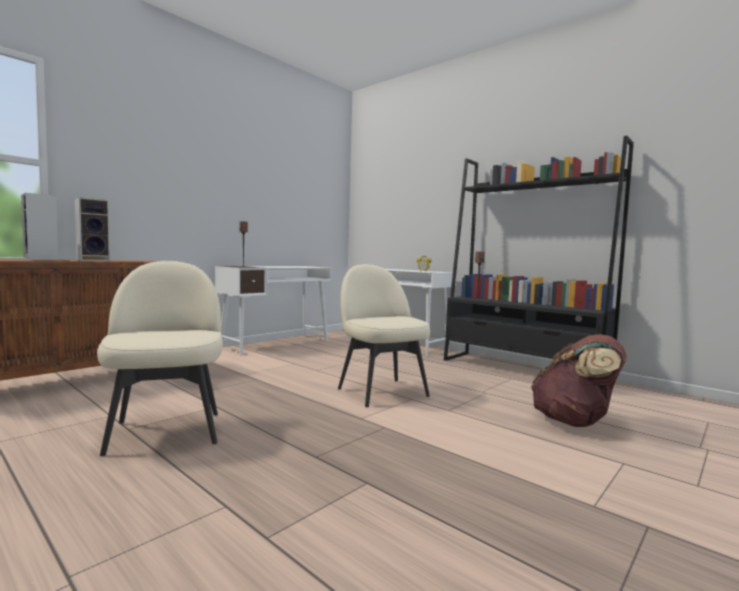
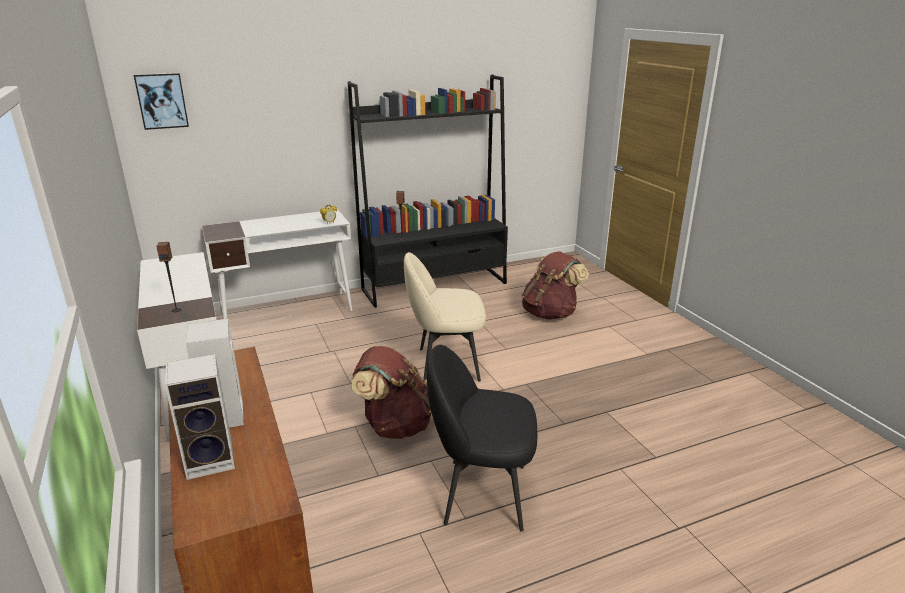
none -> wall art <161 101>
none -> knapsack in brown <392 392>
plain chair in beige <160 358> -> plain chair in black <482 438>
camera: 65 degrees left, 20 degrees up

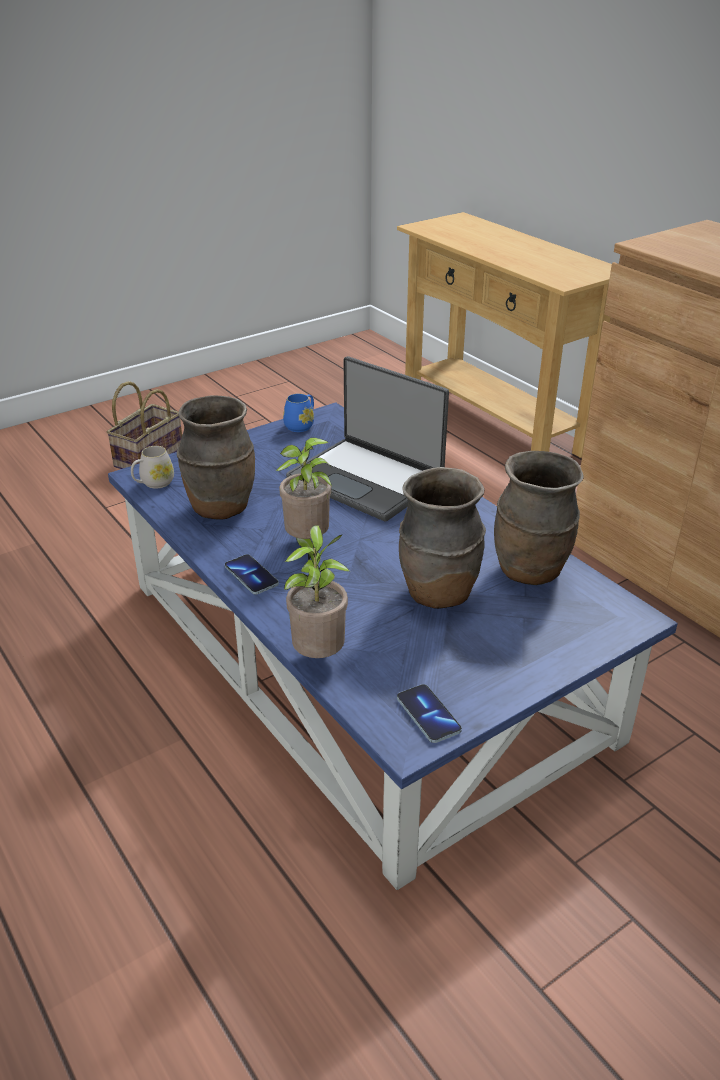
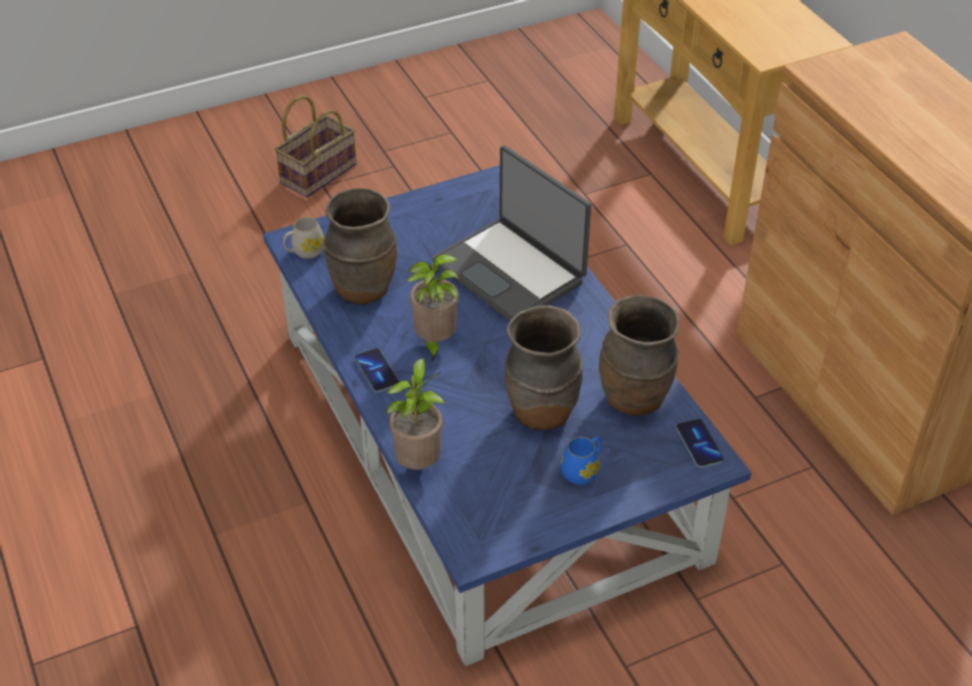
tea mug in blue-coloured <298 412> -> tea mug in blue-coloured <581 460>, moved
handset <429 713> -> handset <700 443>, moved
camera: 10 degrees right, 10 degrees up

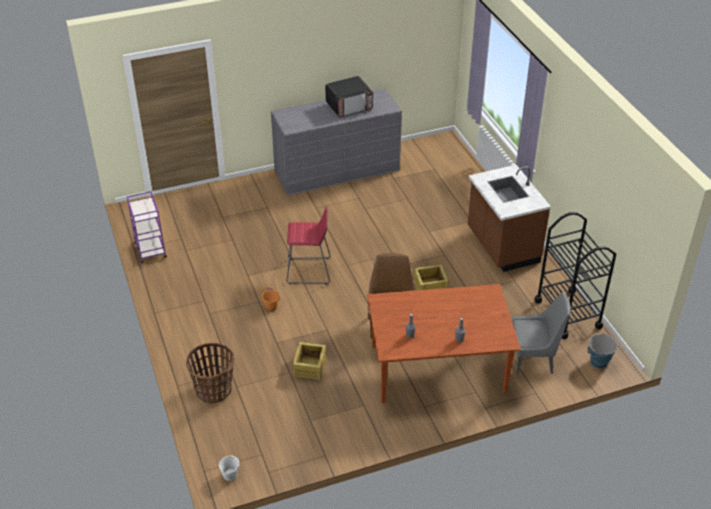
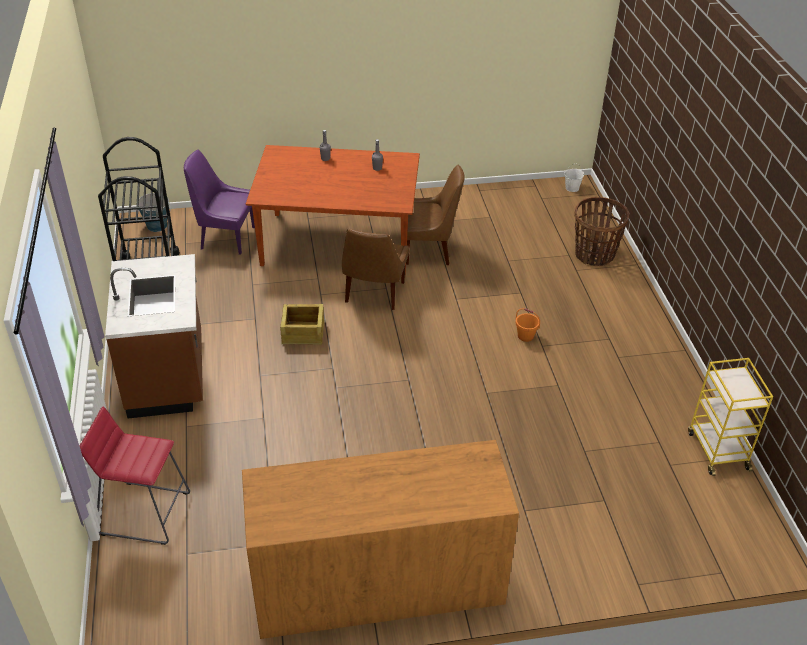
crate <309 361> -> none
kitchen microwave <349 96> -> none
none -> plain chair in brown <435 215>
stool in red-coloured <309 246> -> stool in red-coloured <135 476>, moved
trolley in purple <146 227> -> trolley in yellowish <730 417>
drawer chest in greyish <336 141> -> drawer chest in brown <380 539>
plain chair in greyish <541 333> -> plain chair in purple <219 202>
camera: 170 degrees left, 0 degrees up

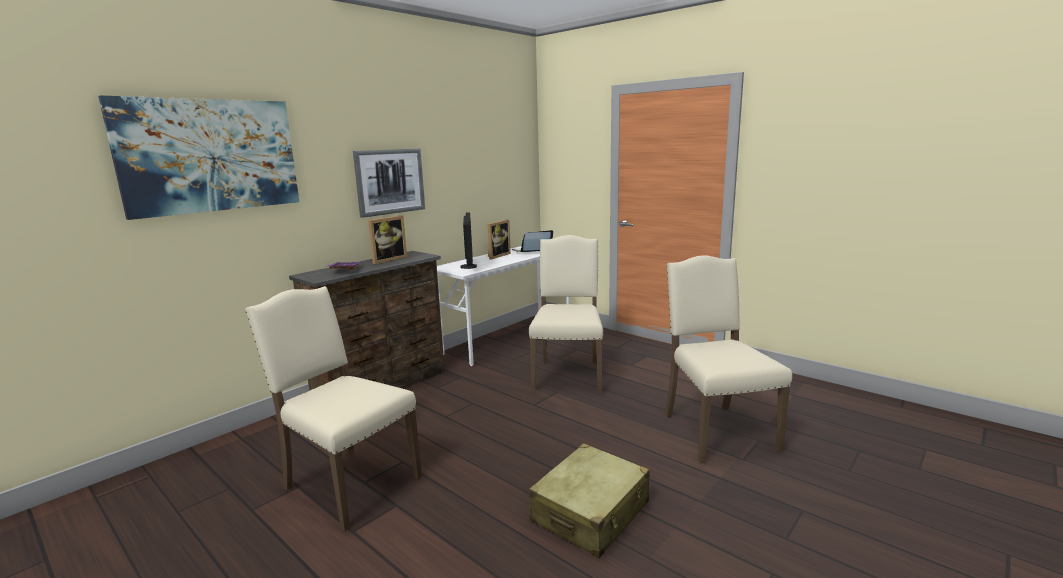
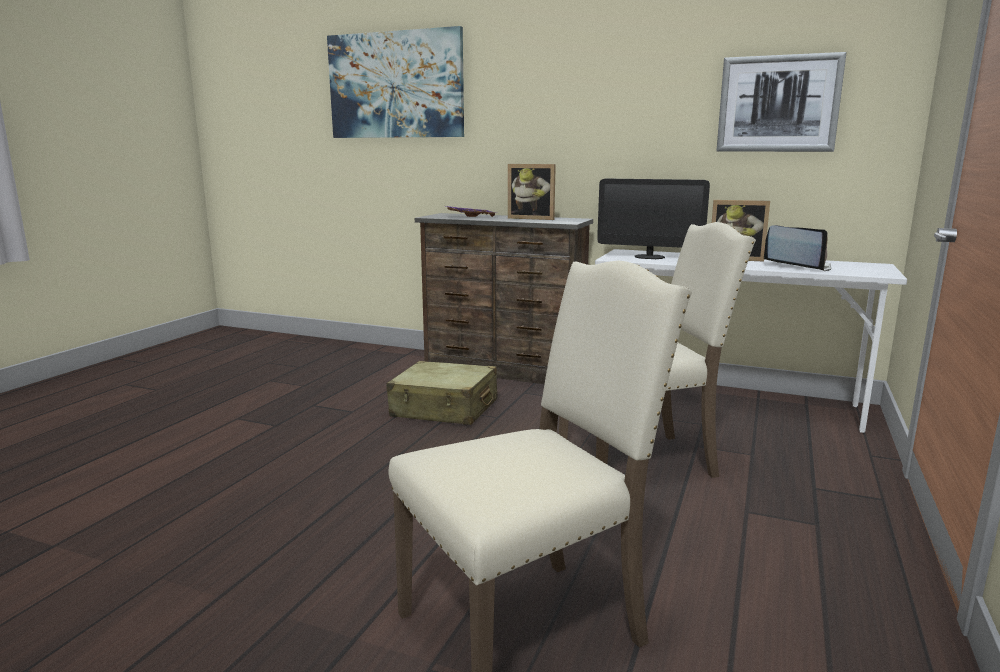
plain chair in beige <333 408> -> none
wall art <389 183> -> wall art <781 102>, moved
piece of luggage in beige <589 500> -> piece of luggage in beige <441 393>, moved
computer screen <469 240> -> computer screen <653 218>, 45 degrees clockwise
camera: 70 degrees right, 0 degrees up

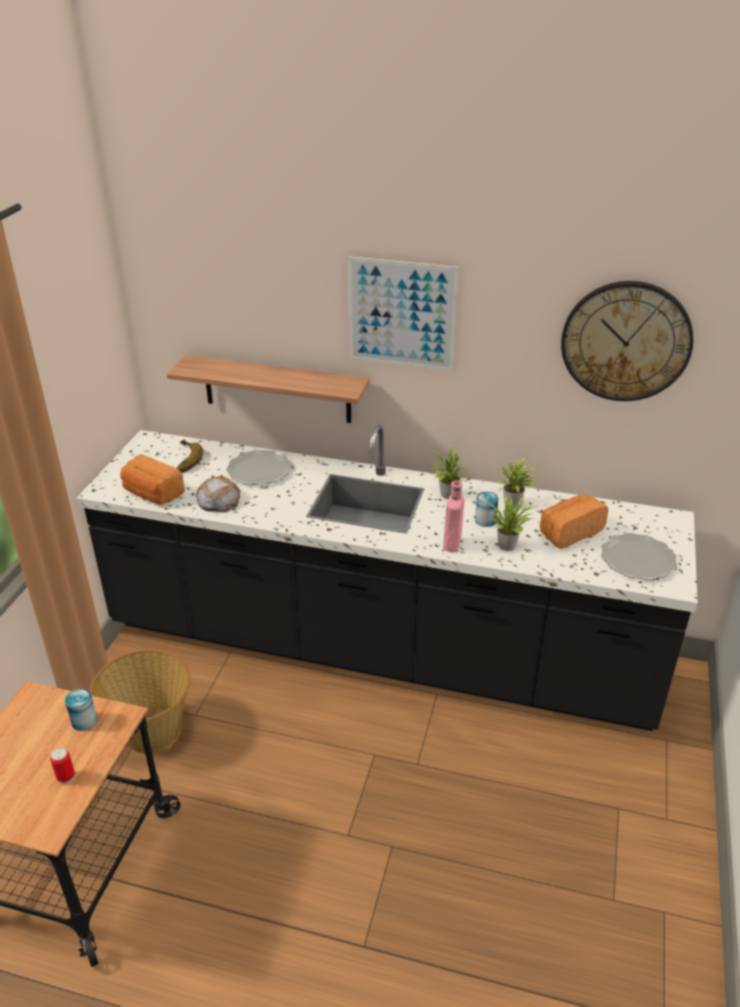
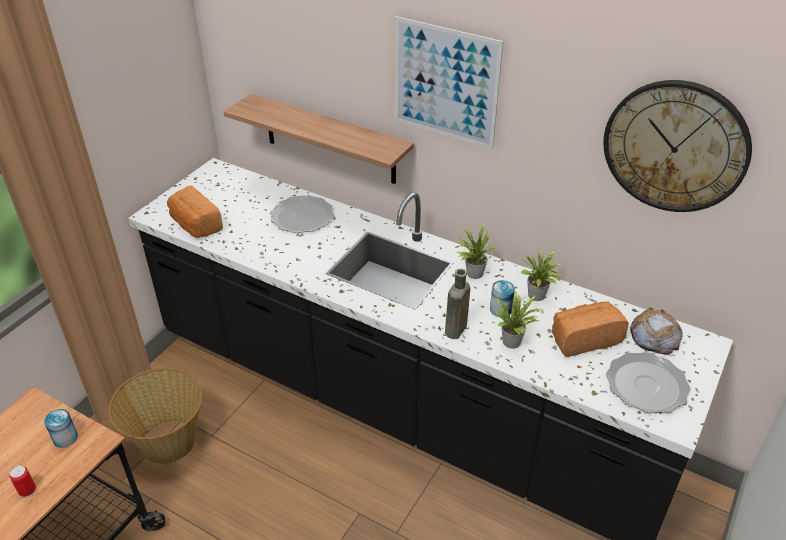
banana fruit <189 456> -> none
bakery bread <217 493> -> bakery bread <656 331>, moved
beverage bottle in pink <453 516> -> beverage bottle in brown <457 304>
camera: 15 degrees right, 5 degrees up

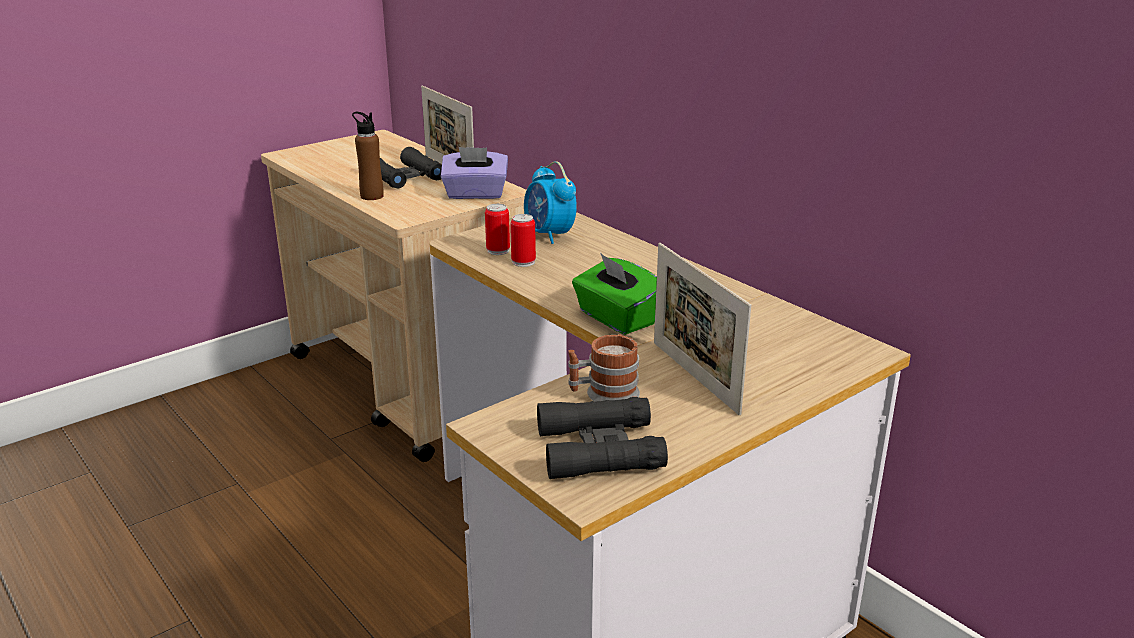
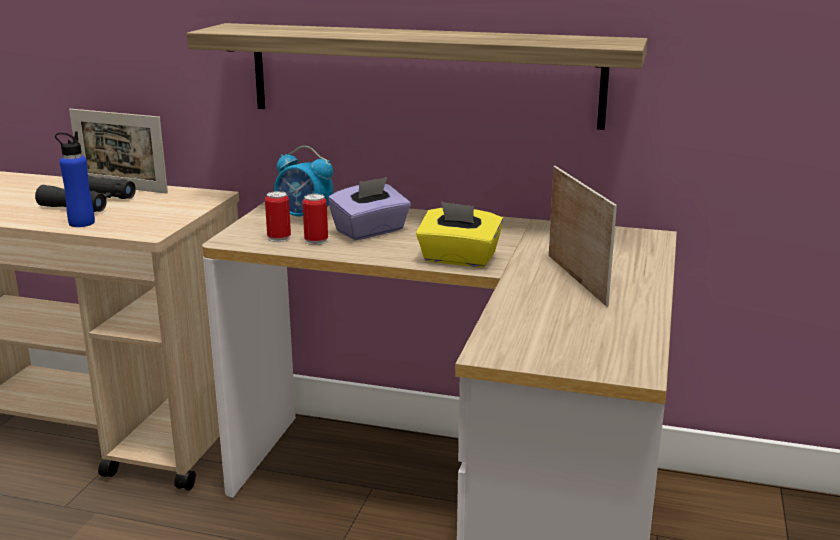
binoculars in black <602 438> -> none
tea mug <604 367> -> none
none -> wall shelf <417 76>
tissue holder in purple <474 173> -> tissue holder in purple <369 208>, moved
beverage bottle in brown <368 156> -> beverage bottle in blue-coloured <75 179>
tissue holder in green <614 294> -> tissue holder in yellowish <459 234>
picture frame <702 329> -> picture frame <583 236>, 135 degrees counterclockwise
camera: 35 degrees left, 5 degrees down

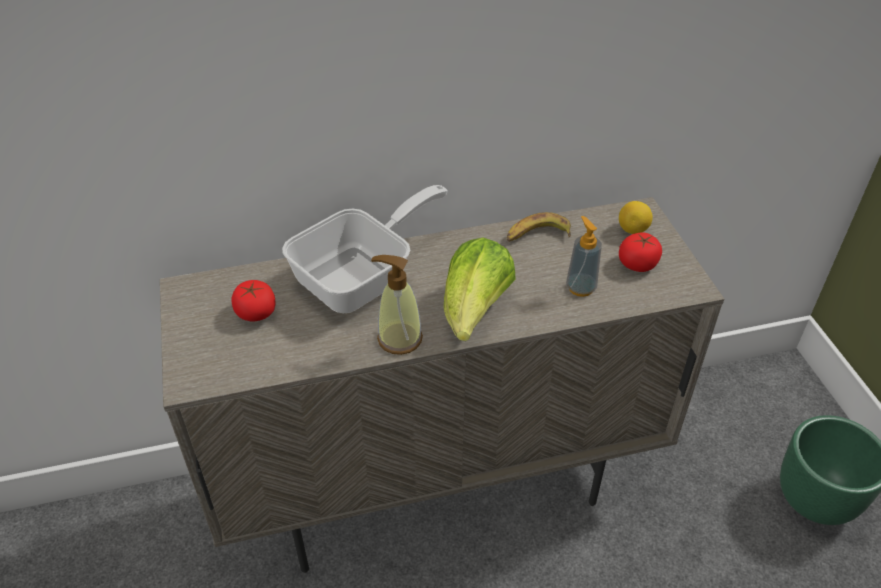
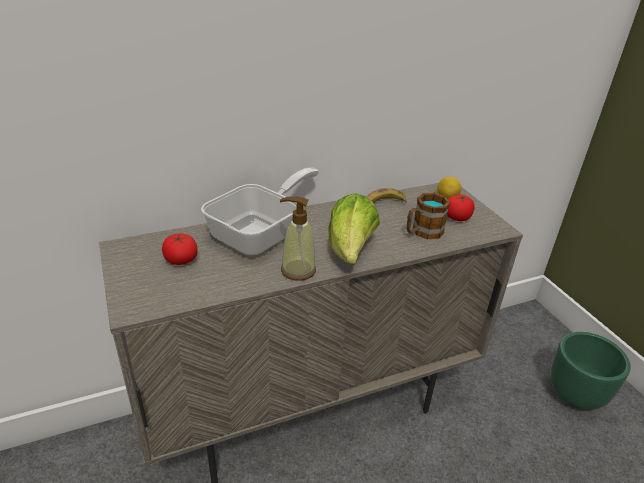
soap dispenser <584 256> -> tea mug <428 216>
camera: 10 degrees left, 10 degrees down

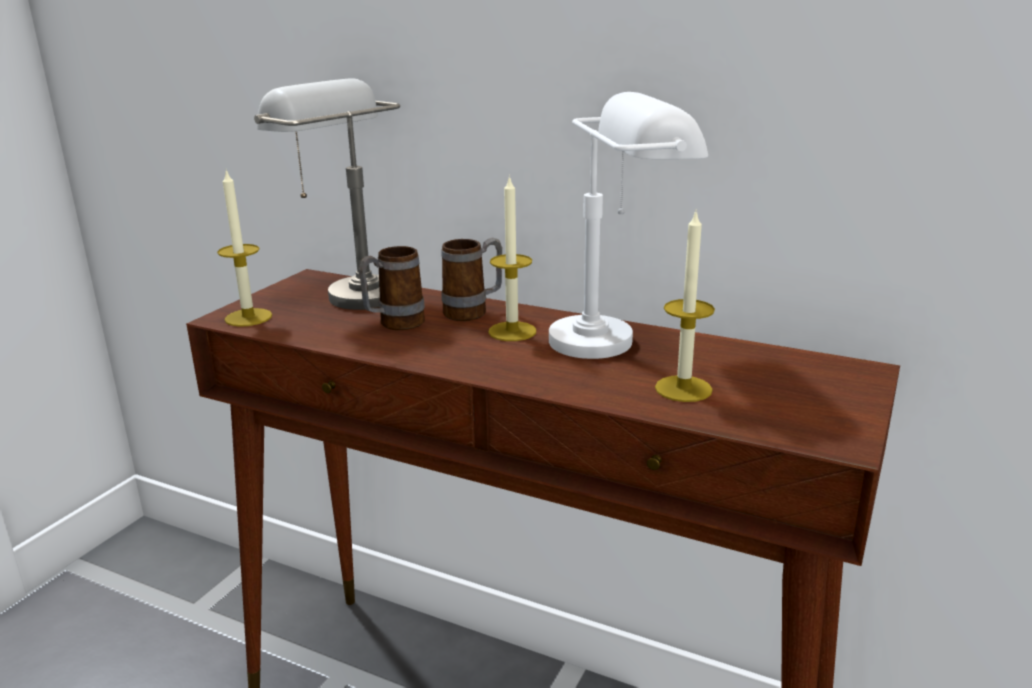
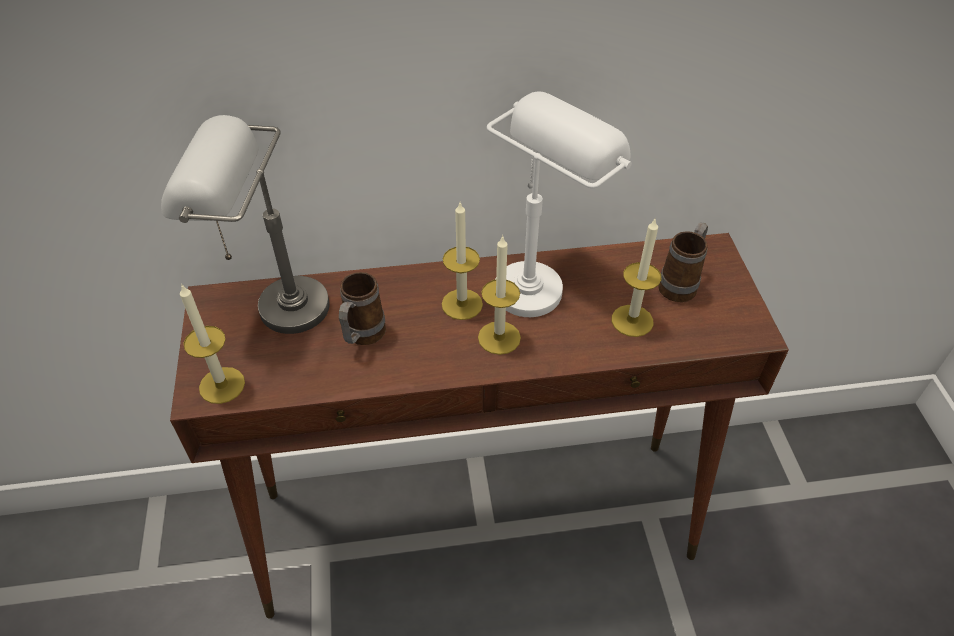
none -> candle <499 295>
tea mug <471 279> -> tea mug <683 262>, moved
camera: 35 degrees left, 25 degrees up

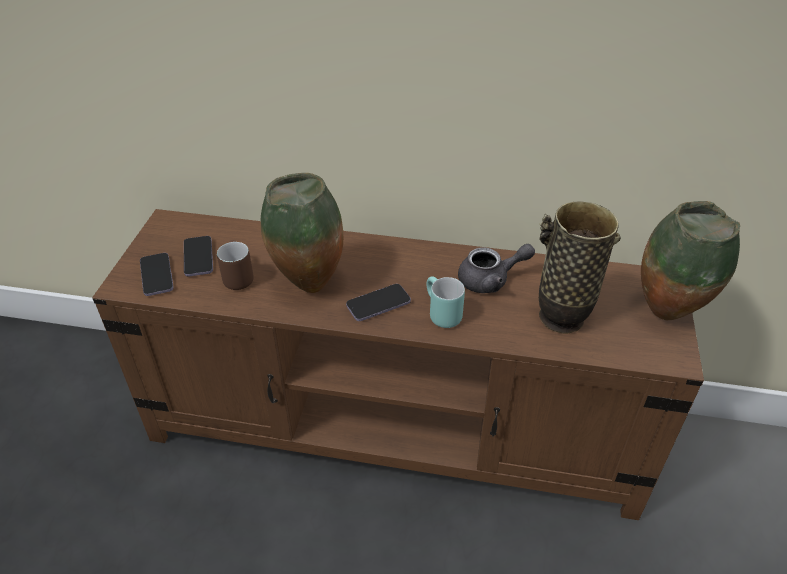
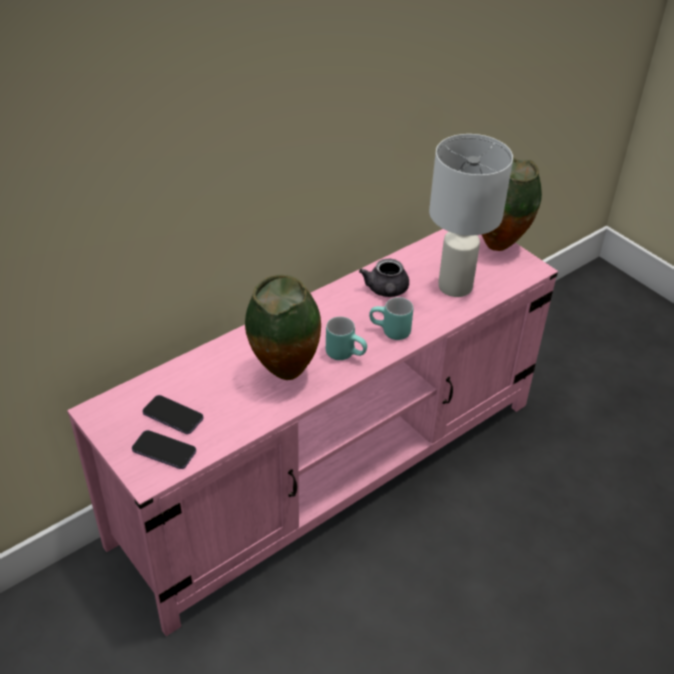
tea mug in brown <235 265> -> none
handset <378 302> -> tea mug in turquoise-coloured <346 338>
vase <579 267> -> table lamp in white-coloured <471 215>
media console in brown <398 364> -> media console in pink <312 432>
teapot in greyish <496 268> -> teapot in greyish <384 278>, 150 degrees clockwise
camera: 50 degrees left, 0 degrees up

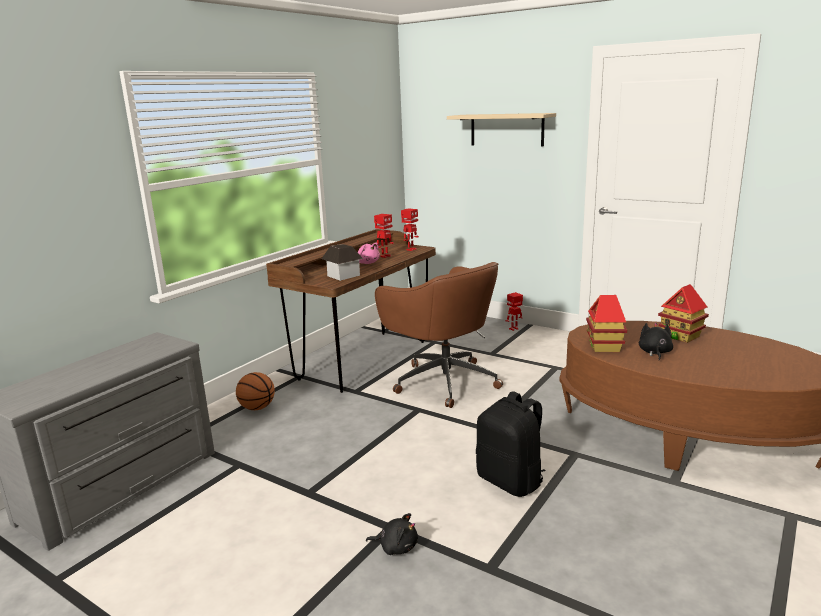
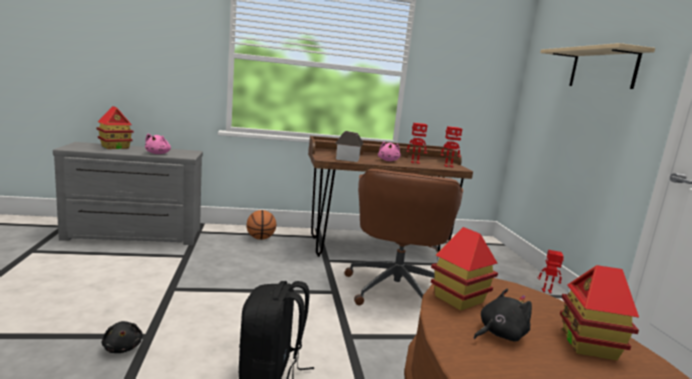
none -> miniature house <115 127>
none -> plush toy in pink <158 143>
camera: 45 degrees right, 5 degrees down

